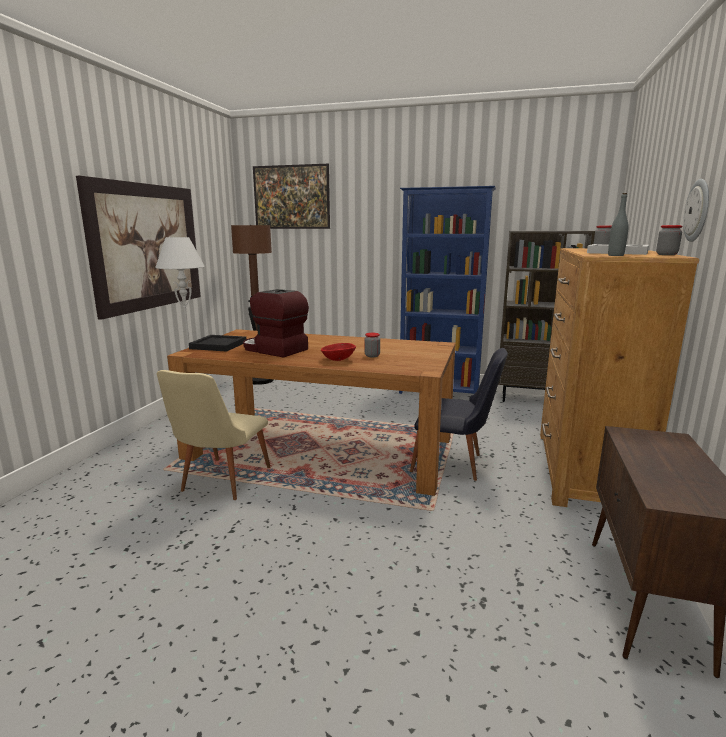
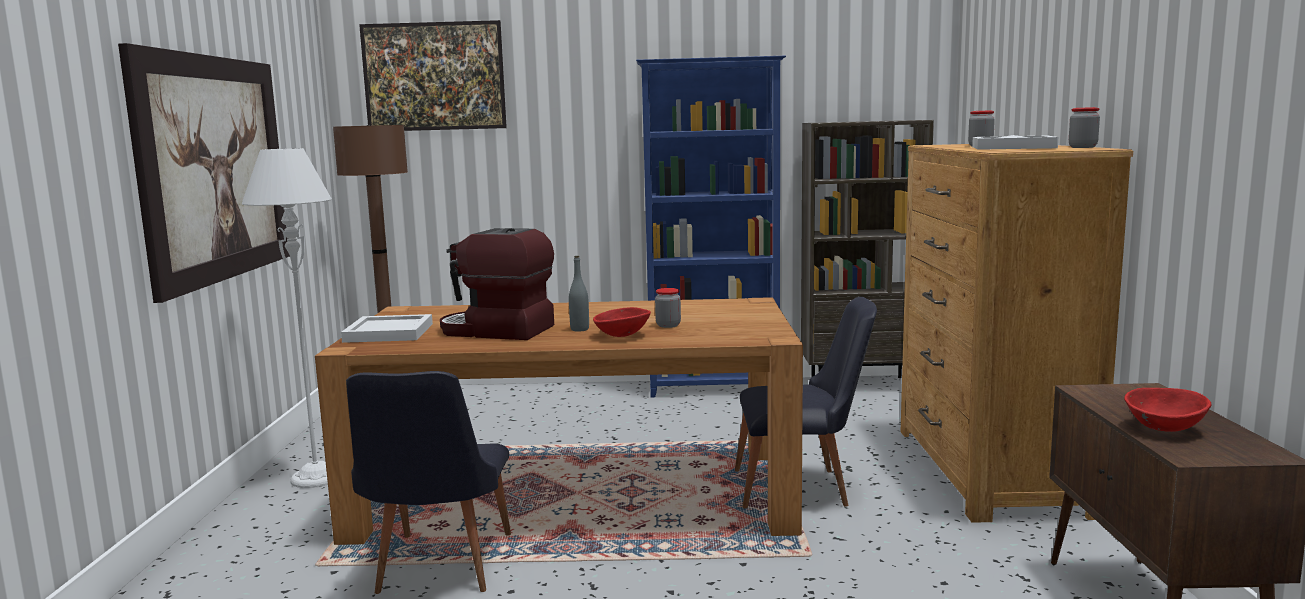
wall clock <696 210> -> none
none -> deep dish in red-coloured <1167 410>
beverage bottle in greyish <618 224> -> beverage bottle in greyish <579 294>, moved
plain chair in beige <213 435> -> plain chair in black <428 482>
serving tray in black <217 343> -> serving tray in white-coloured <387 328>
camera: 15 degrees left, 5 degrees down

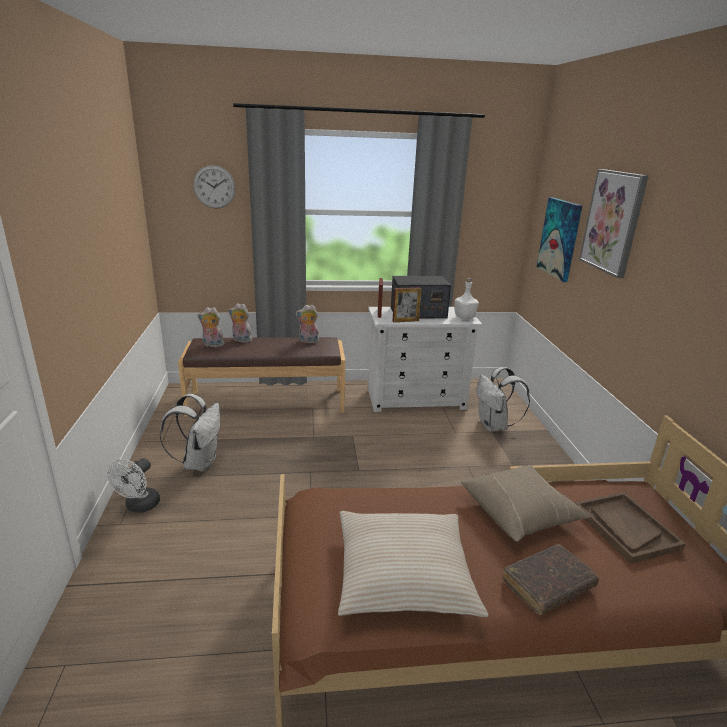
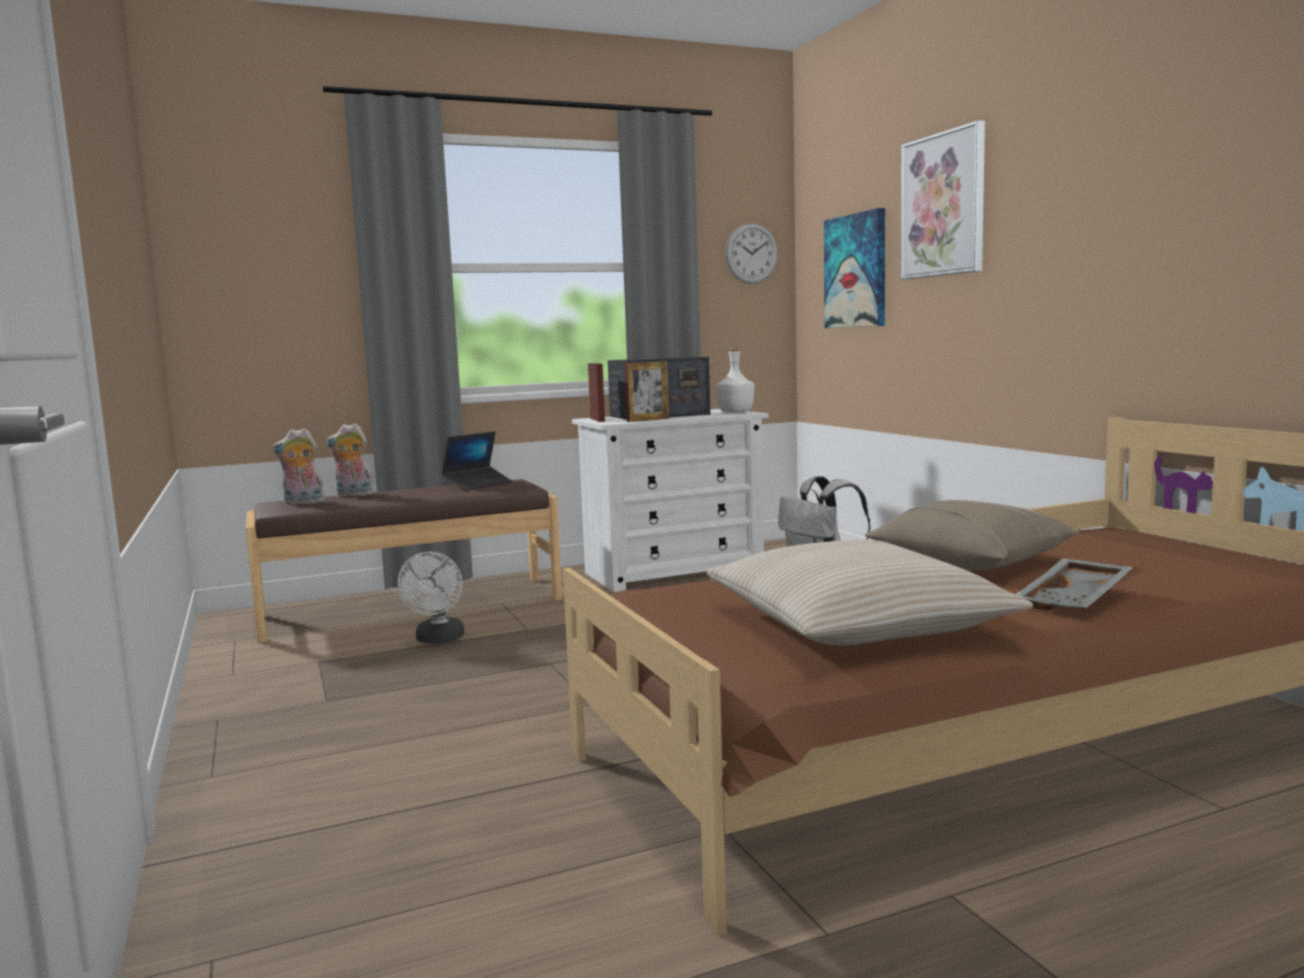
knapsack in white-coloured <190 433> -> none
serving tray in brown <630 528> -> none
cooling fan in white-coloured <133 485> -> cooling fan in white-coloured <431 597>, moved
wall clock <214 187> -> wall clock <751 253>, moved
plush toy <307 324> -> portable computer <477 461>
volume in brown <550 580> -> serving tray in greyish <1074 584>
camera: 15 degrees left, 15 degrees down

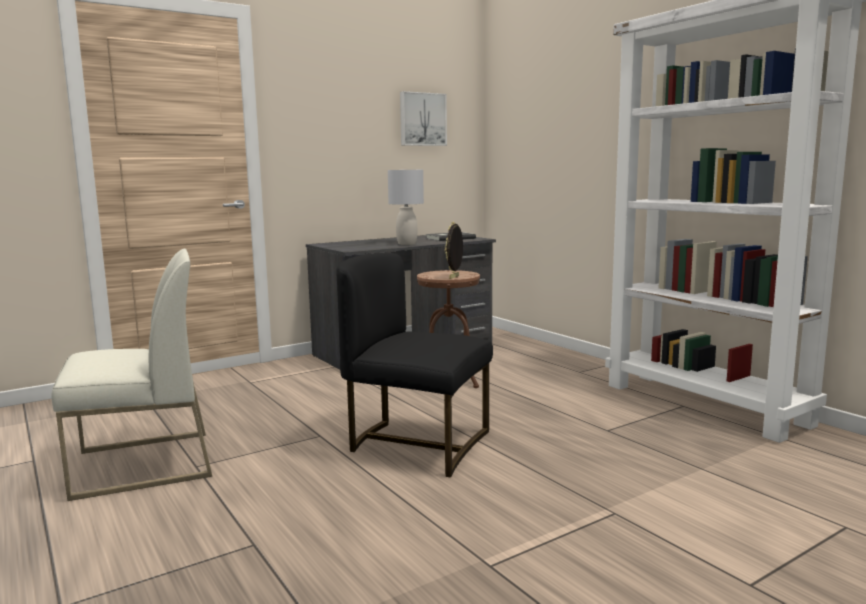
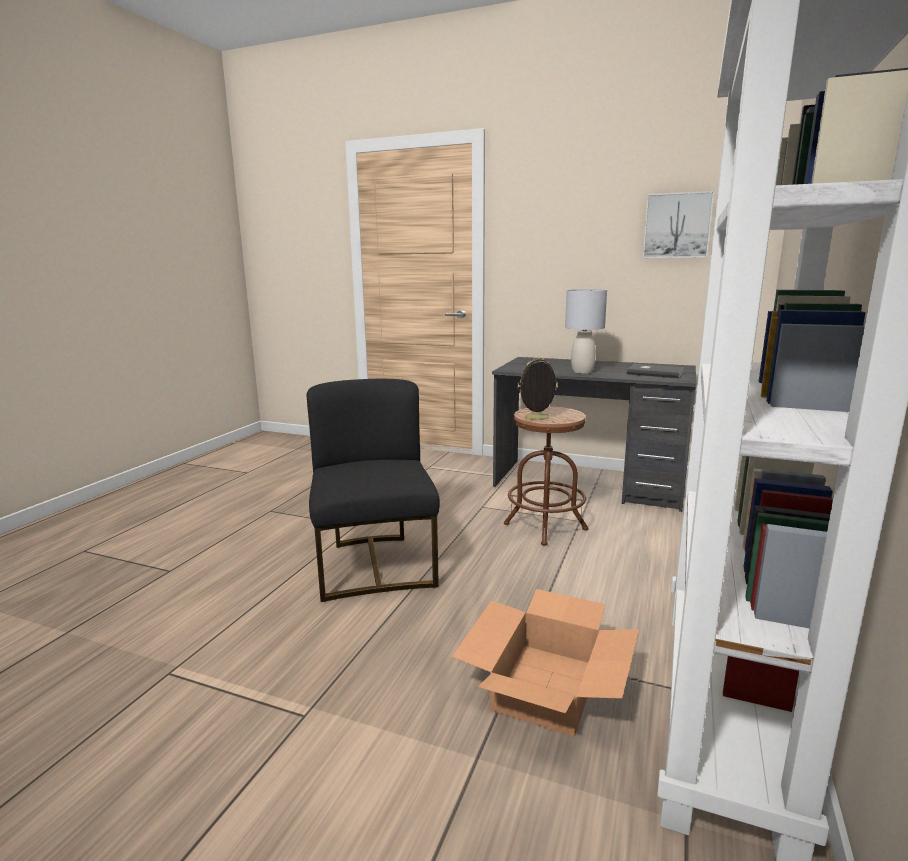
plain chair in white-coloured <131 375> -> none
none -> cardboard box <545 663>
camera: 55 degrees right, 5 degrees up

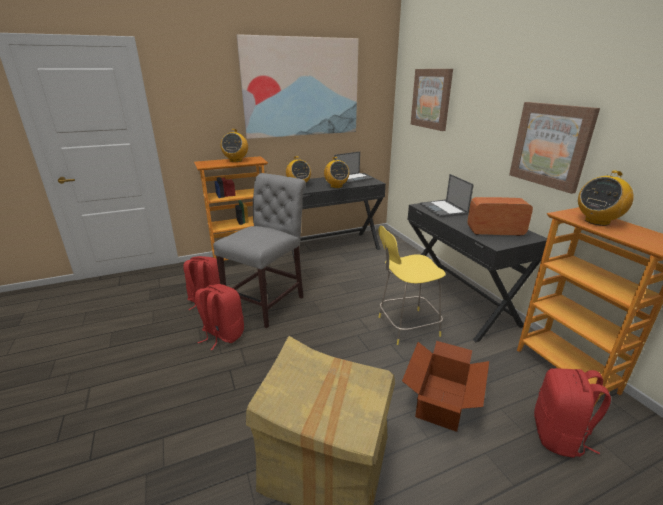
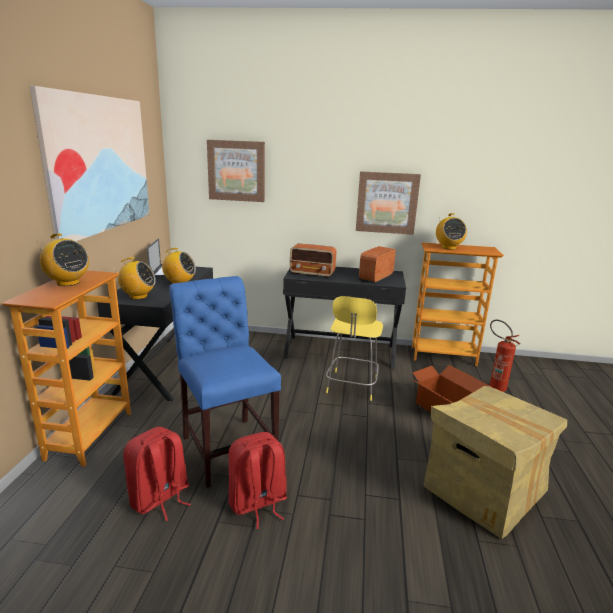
portable computer <447 196> -> radio set <313 260>
knapsack in red-coloured <572 413> -> fire extinguisher <505 356>
plain chair in greyish <259 250> -> plain chair in blue-coloured <225 382>
camera: 60 degrees left, 5 degrees down

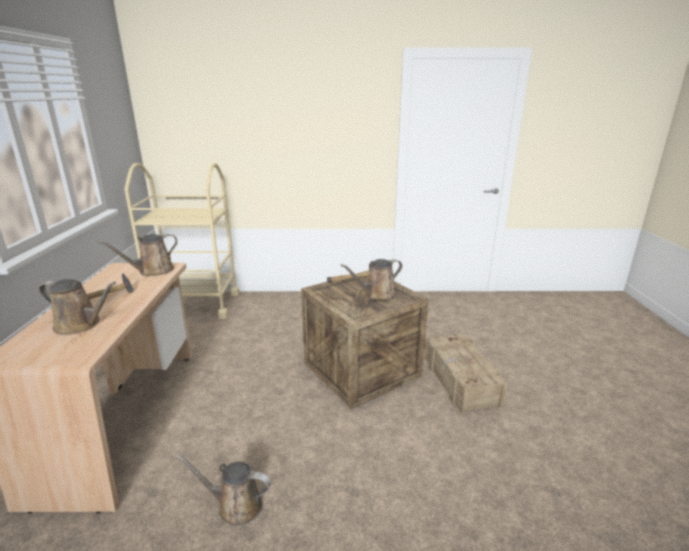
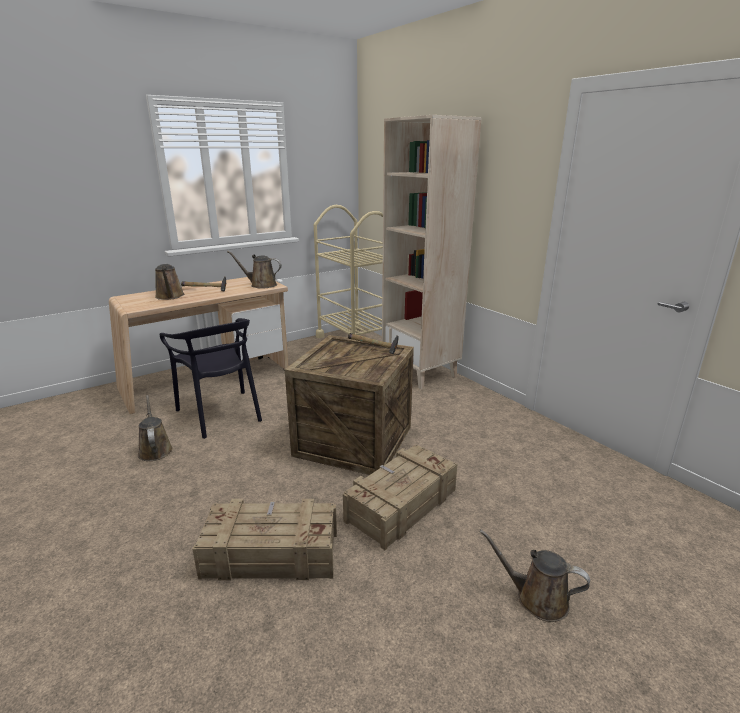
none -> plain chair in black <211 378>
none -> crate <264 539>
none -> bookshelf in beige <432 252>
watering can in brown <371 279> -> watering can in brown <535 576>, moved
camera: 55 degrees right, 0 degrees up

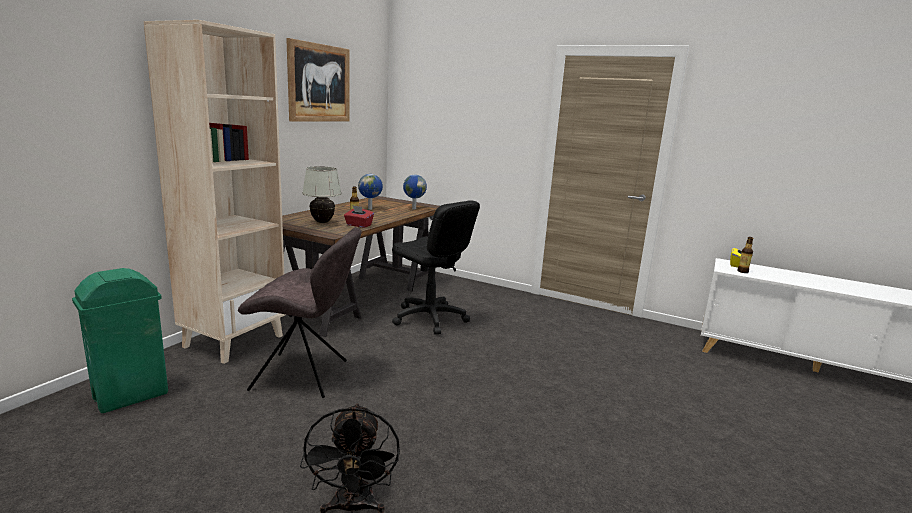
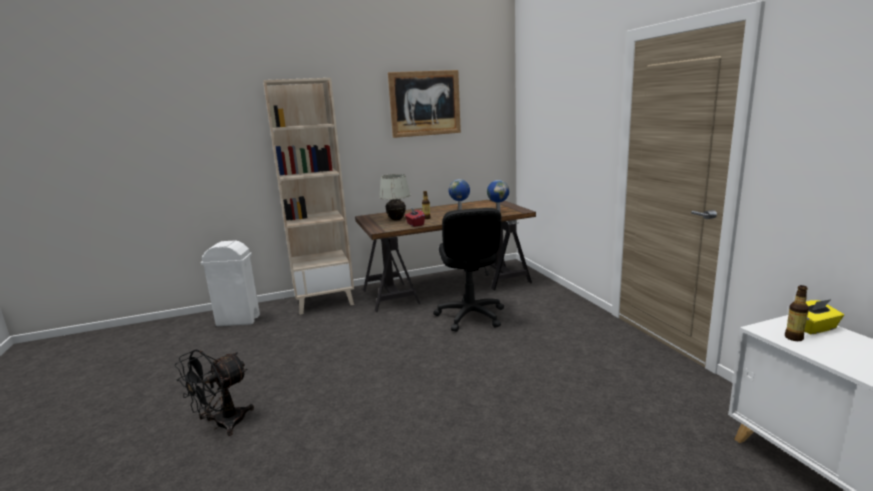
plain chair in greyish <300 312> -> none
trash can in green <120 340> -> trash can in white-coloured <230 283>
camera: 45 degrees right, 0 degrees up

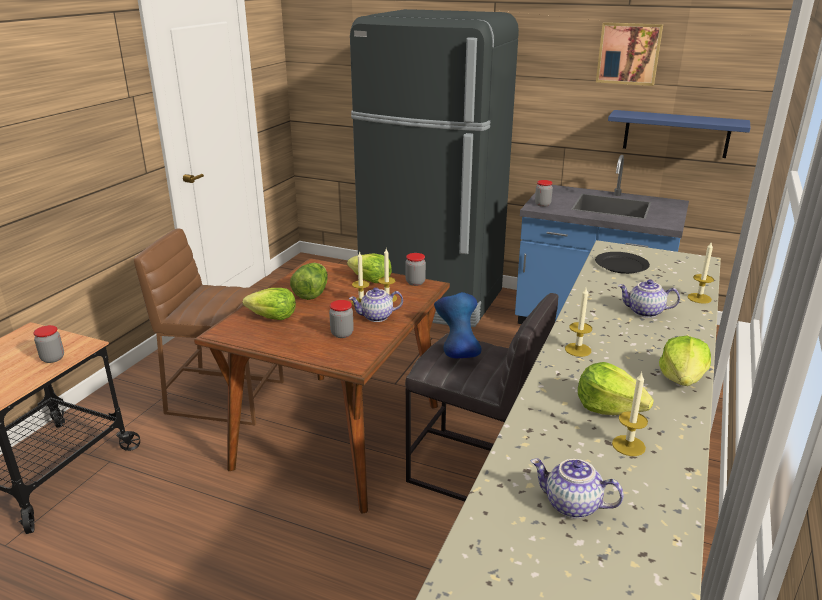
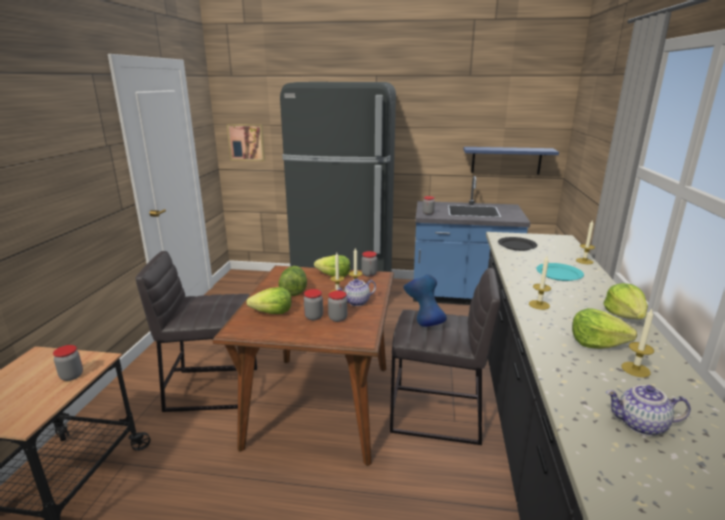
none -> storage jar <313 304>
wall art <629 54> -> wall art <246 142>, moved
teapot <649 298> -> plate in turquoise-coloured <560 272>
stool in brown <209 327> -> stool in greyish <196 331>
camera: 15 degrees left, 5 degrees down

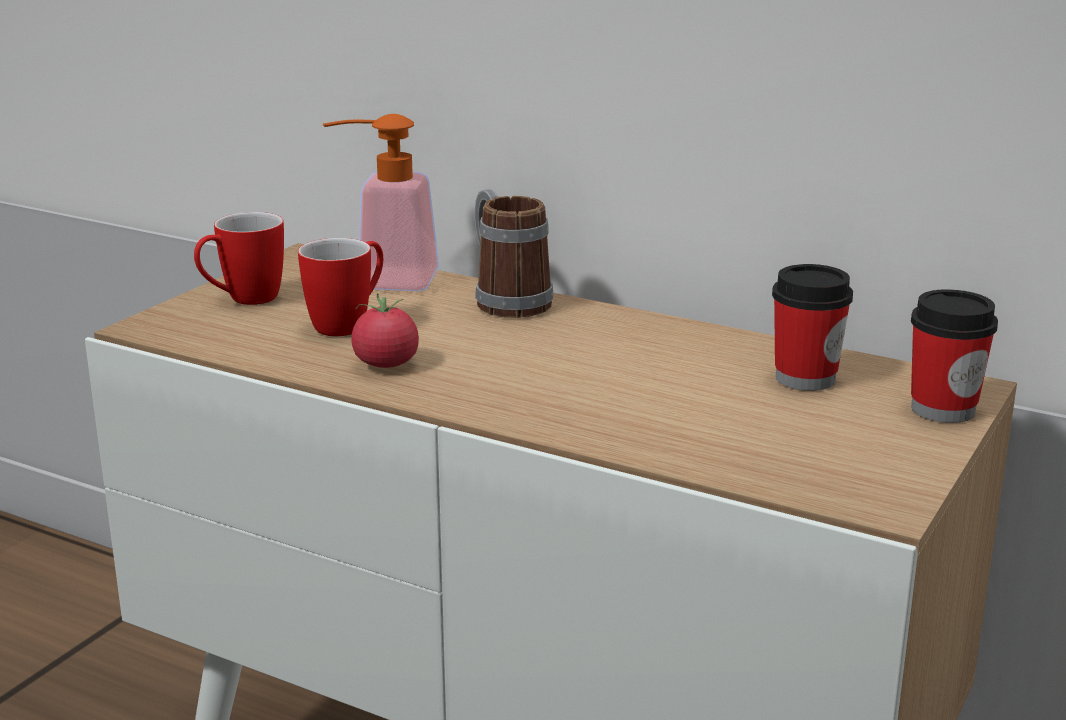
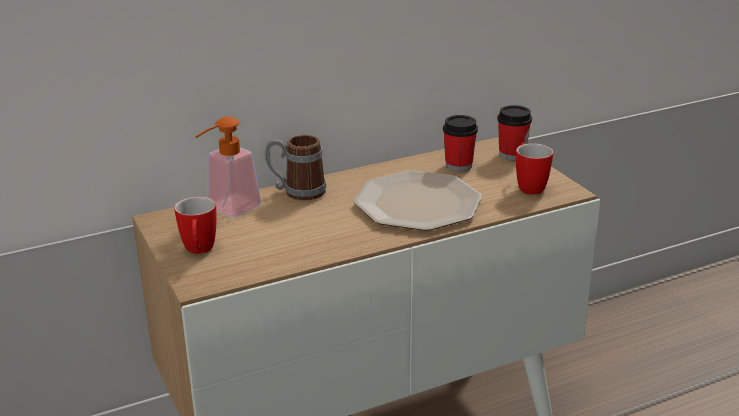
tomato <385 330> -> none
none -> plate <418 200>
tea mug <340 287> -> tea mug <534 169>, moved
camera: 55 degrees left, 5 degrees up

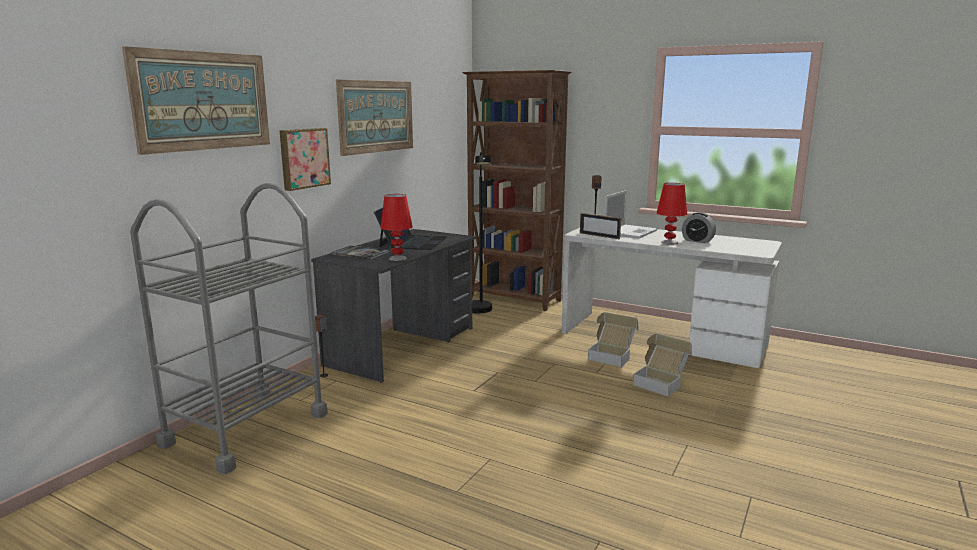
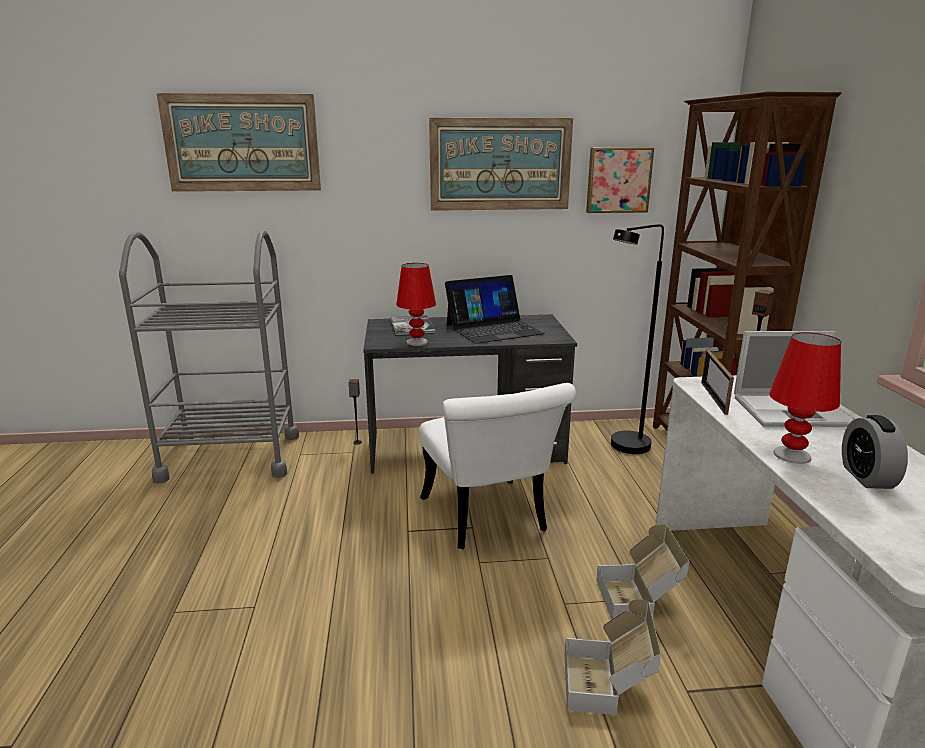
none -> plain chair in white-coloured <497 466>
wall art <305 159> -> wall art <620 180>, moved
camera: 55 degrees right, 5 degrees up

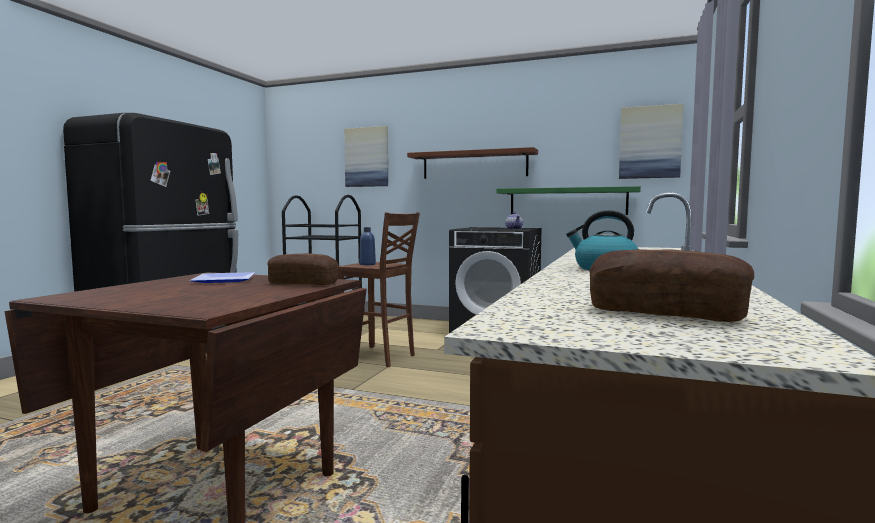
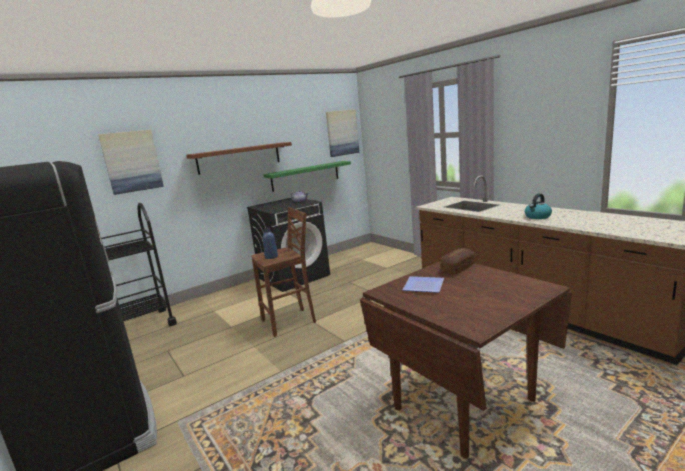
bakery bread <672 285> -> none
camera: 55 degrees left, 10 degrees up

